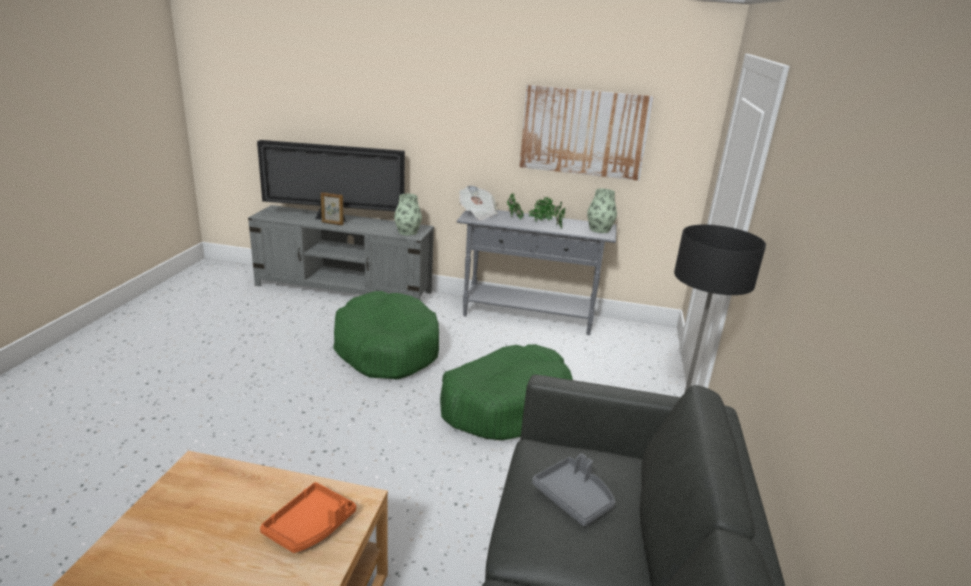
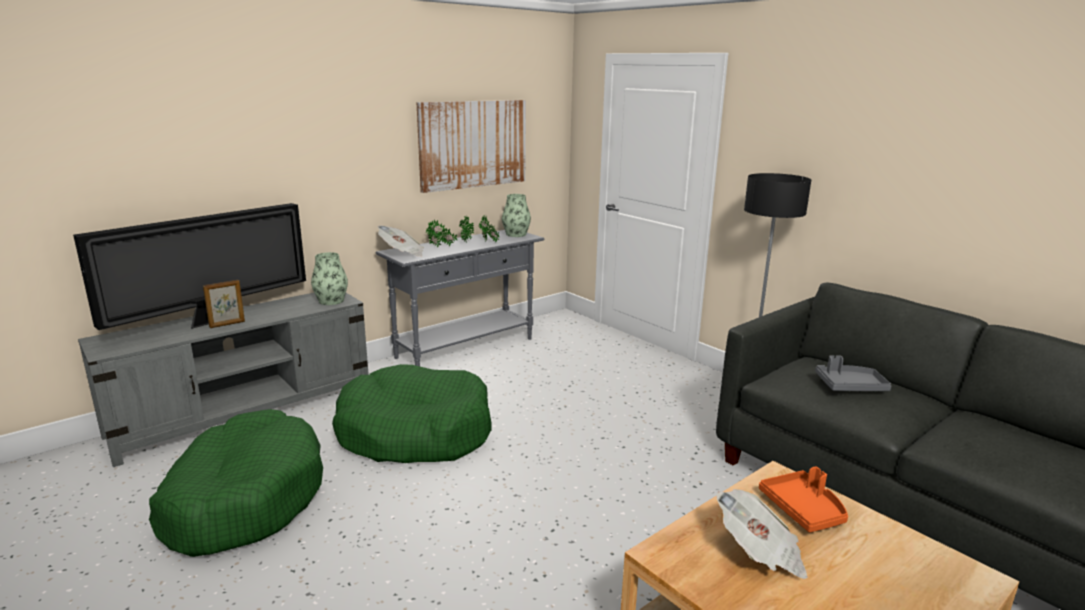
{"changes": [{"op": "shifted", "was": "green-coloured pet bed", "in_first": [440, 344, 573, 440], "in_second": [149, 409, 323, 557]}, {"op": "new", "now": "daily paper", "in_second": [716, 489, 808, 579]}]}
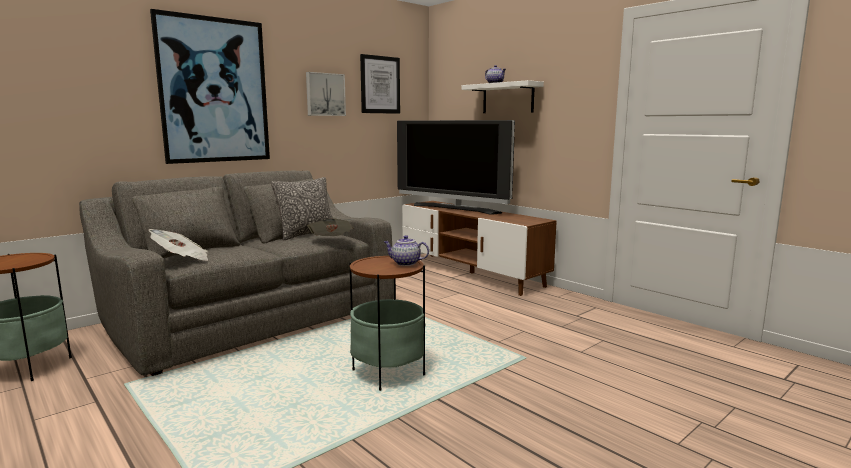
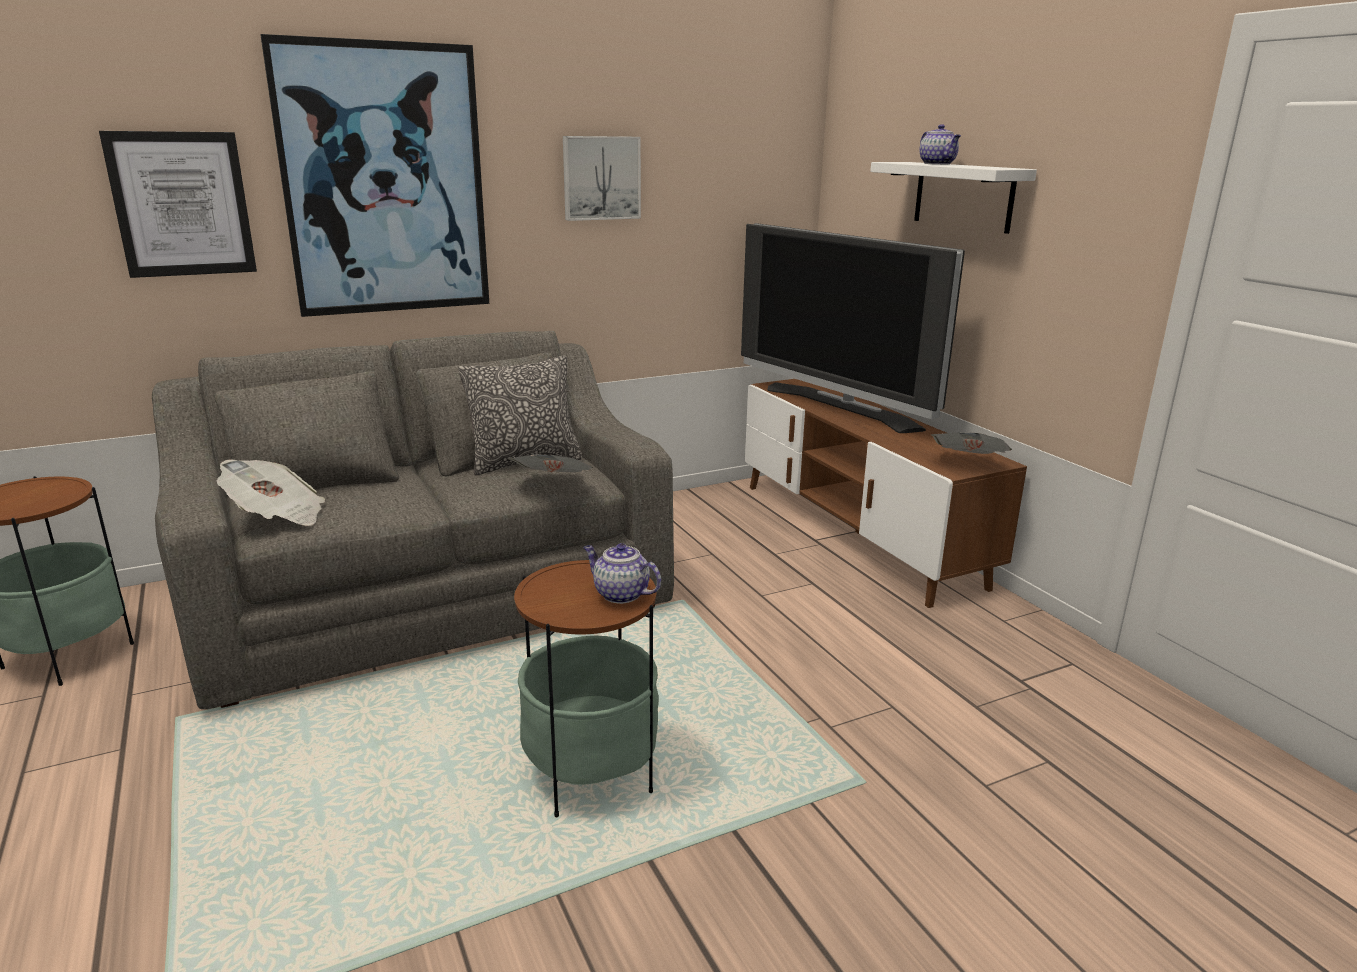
{"changes": [{"op": "shifted", "was": "wall picture", "in_first": [360, 54, 400, 114], "in_second": [99, 131, 257, 278]}, {"op": "new", "now": "daily paper", "in_second": [931, 432, 1012, 454]}]}
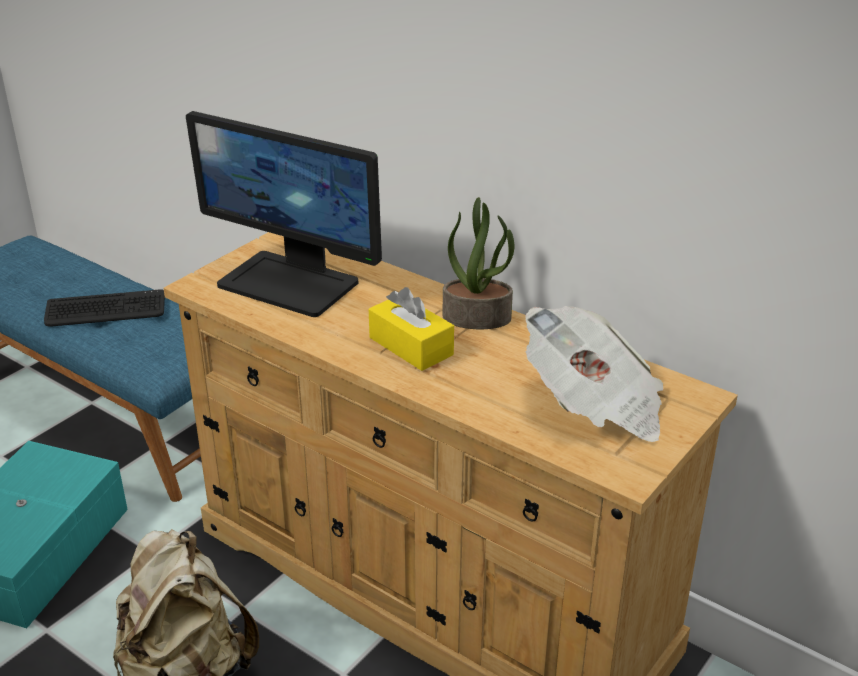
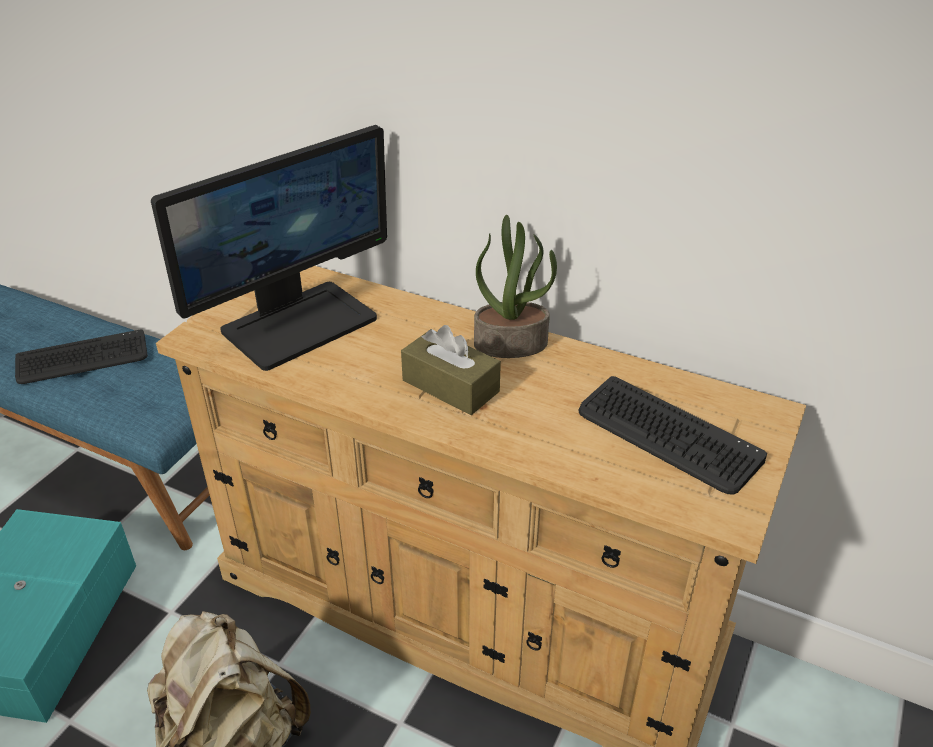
{"changes": [{"op": "rotated", "was": "monitor", "in_first": [186, 111, 382, 317], "in_second": [151, 125, 387, 371], "clockwise": -60}, {"op": "repainted", "was": "yellow box of tissues", "now": "brown-coloured box of tissues", "in_first": [369, 287, 454, 371], "in_second": [401, 325, 501, 415]}, {"op": "swapped", "was": "daily paper", "now": "keyboard", "in_first": [525, 306, 663, 442], "in_second": [578, 376, 767, 495]}]}
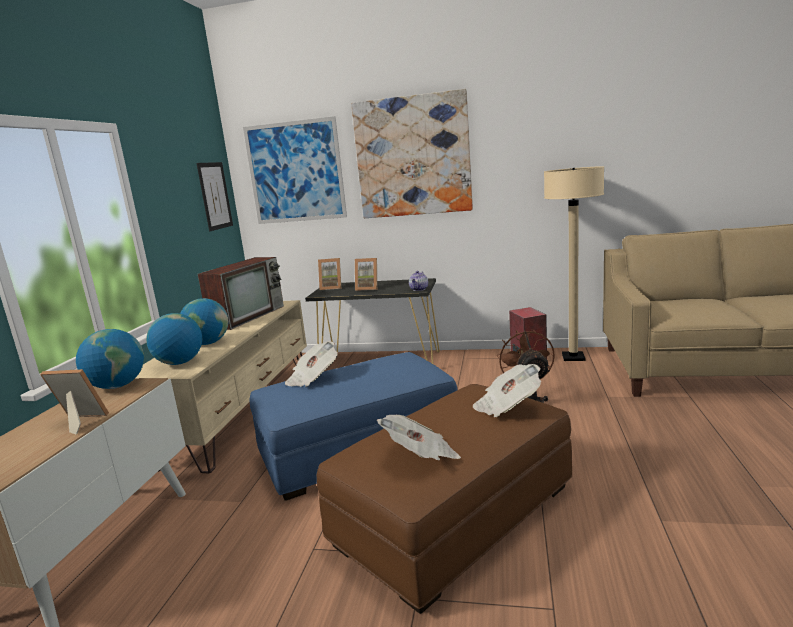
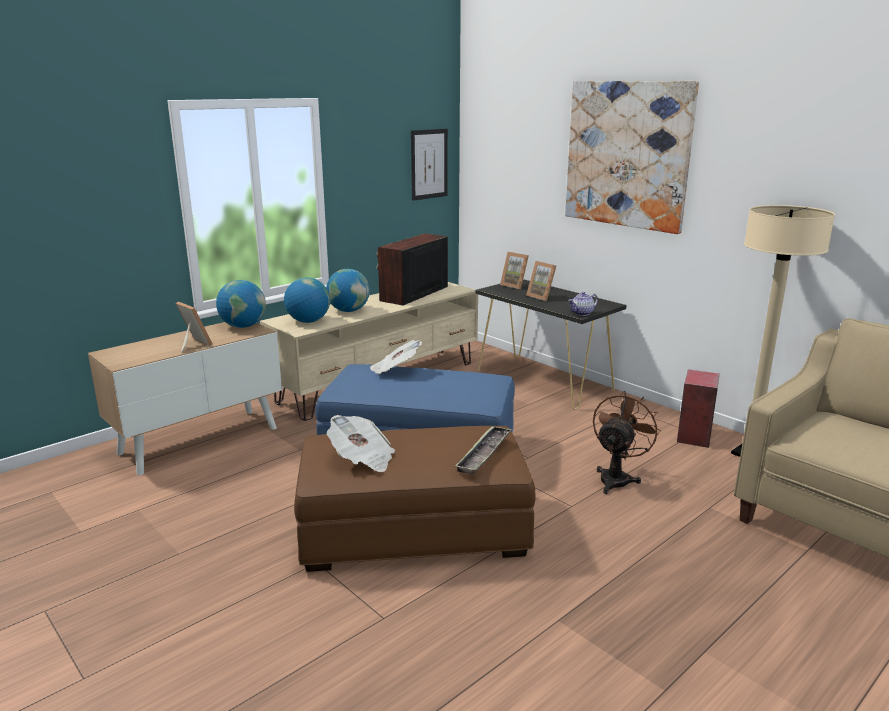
{"changes": [{"op": "rotated", "was": "TV set", "in_first": [198, 257, 284, 330], "in_second": [375, 233, 448, 306], "clockwise": 150}, {"op": "swapped", "was": "daily paper", "now": "carrying tray", "in_first": [473, 364, 541, 417], "in_second": [455, 426, 512, 475]}, {"op": "gone", "was": "wall picture", "in_first": [243, 116, 347, 224]}]}
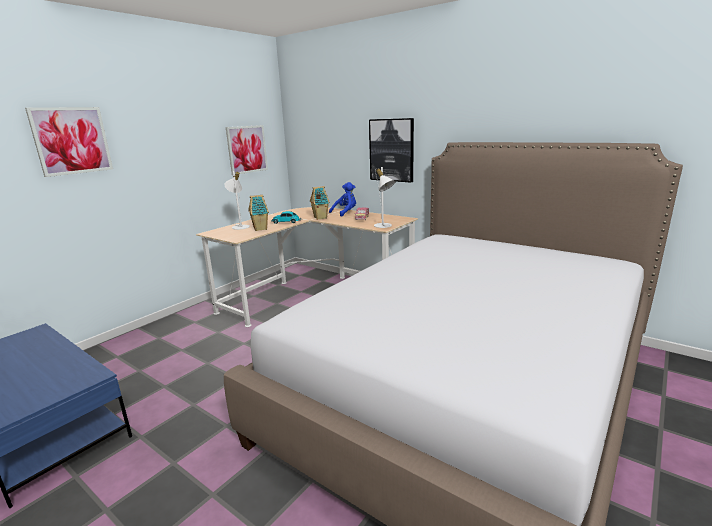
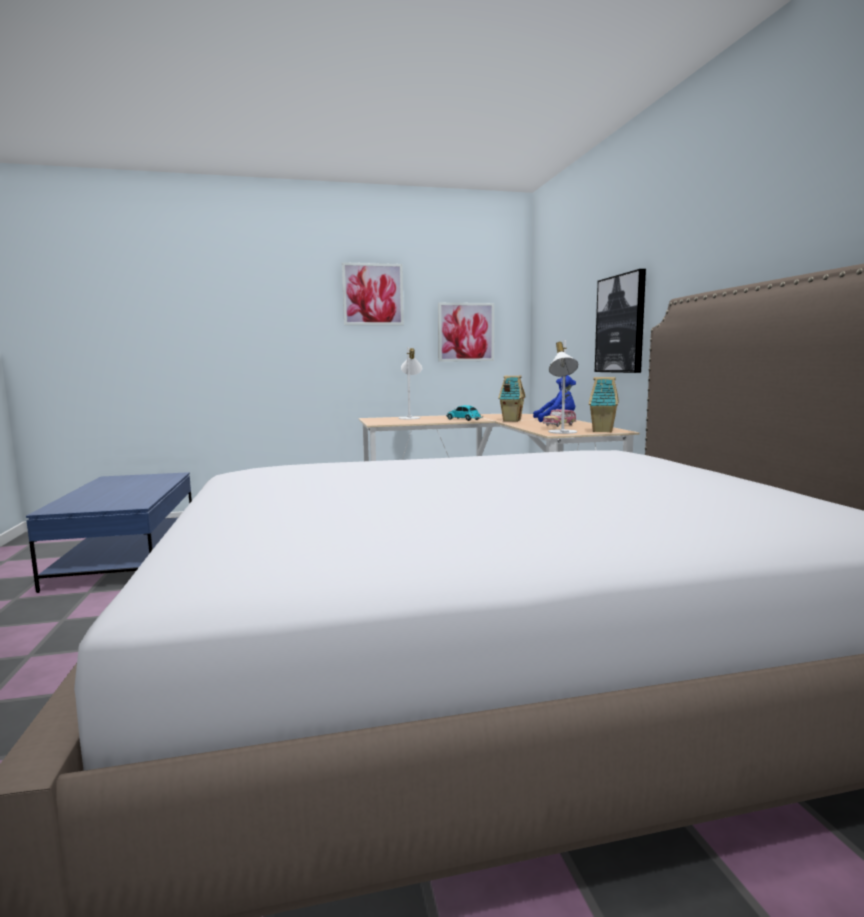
{"changes": [{"op": "shifted", "was": "wall picture", "in_first": [25, 107, 113, 177], "in_second": [342, 262, 404, 325]}, {"op": "shifted", "was": "toy house", "in_first": [248, 195, 269, 231], "in_second": [589, 377, 619, 432]}]}
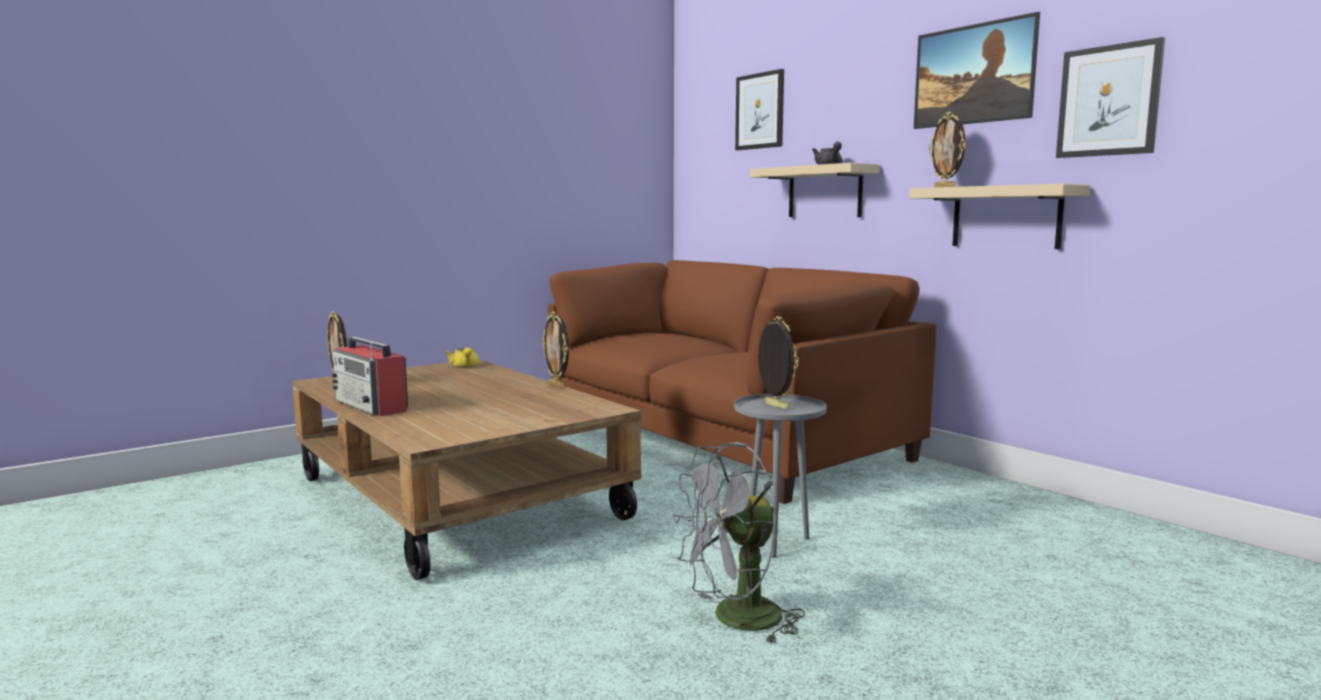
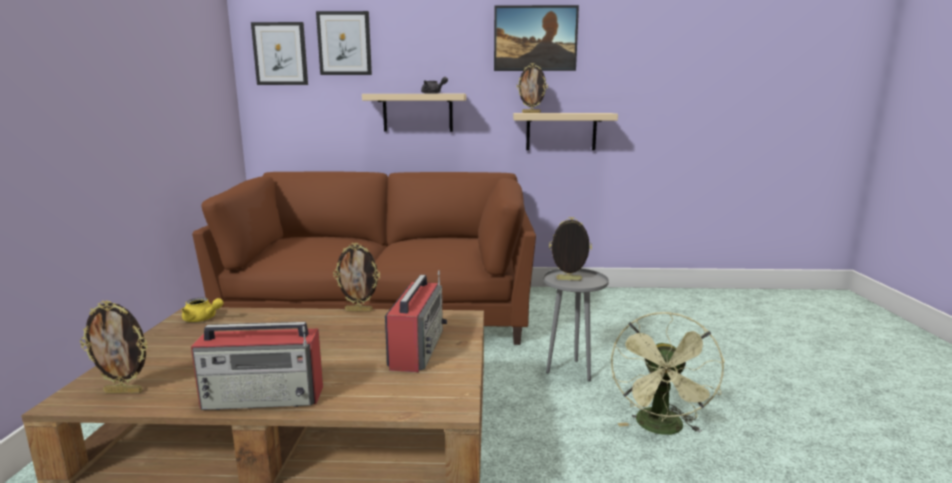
{"changes": [{"op": "shifted", "was": "wall picture", "in_first": [1056, 37, 1165, 158], "in_second": [251, 22, 308, 85]}, {"op": "new", "now": "radio set", "in_second": [385, 270, 447, 373]}, {"op": "repainted", "was": "gray cooling fan", "now": "green-coloured cooling fan", "in_first": [673, 442, 805, 645], "in_second": [611, 312, 725, 435]}]}
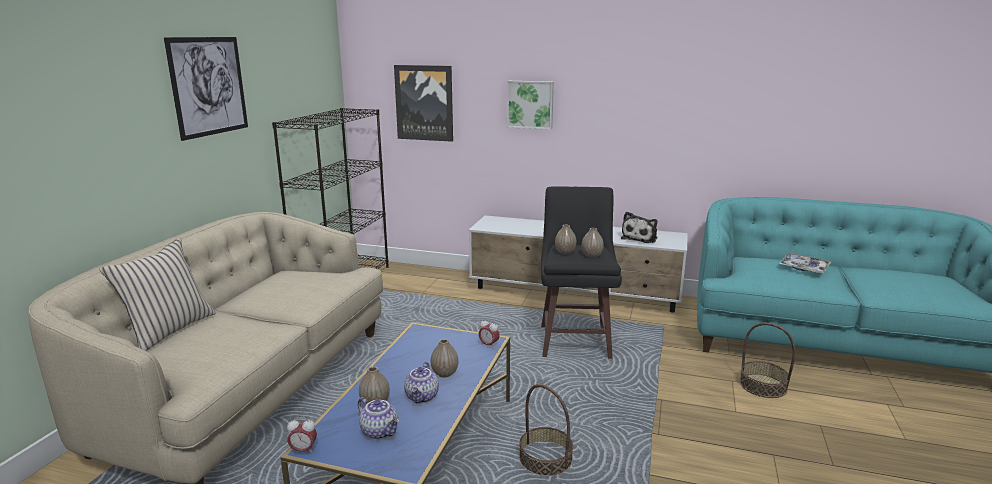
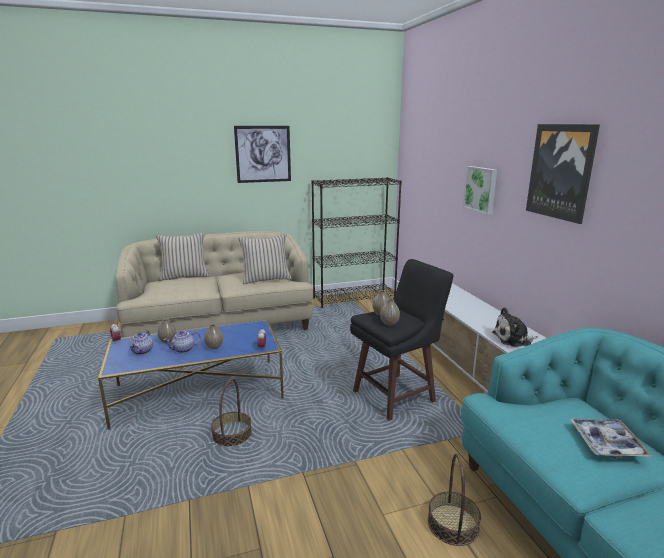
{"changes": [{"op": "new", "now": "beige pillow", "in_second": [238, 234, 292, 284]}, {"op": "shifted", "was": "wall picture", "in_first": [394, 65, 453, 142], "in_second": [526, 124, 600, 224]}]}
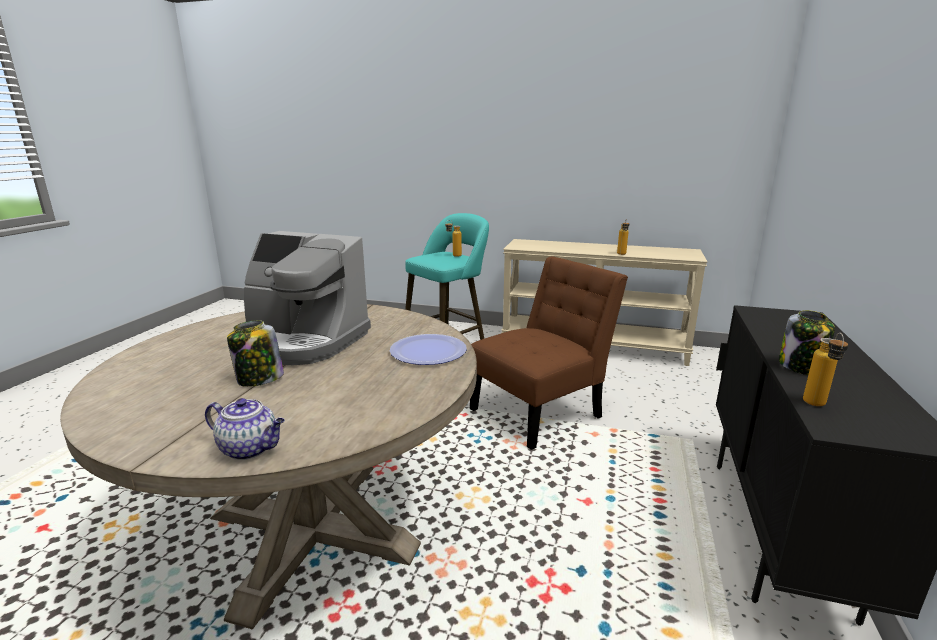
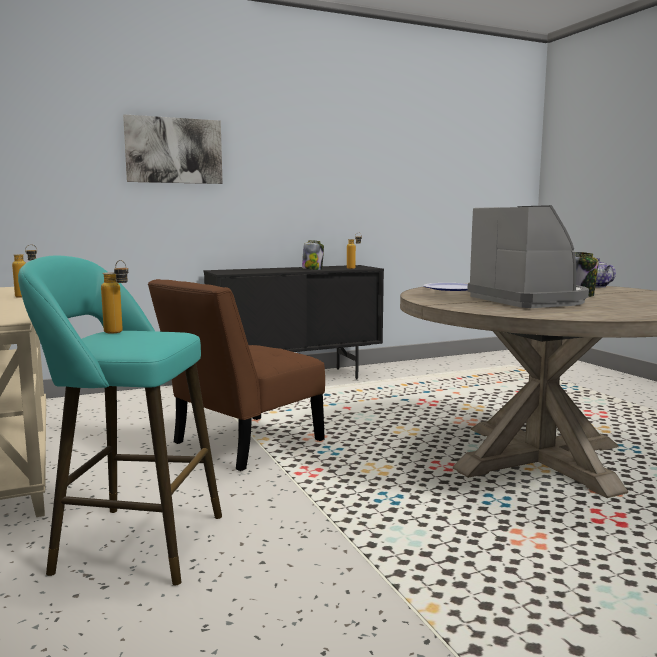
{"changes": [{"op": "new", "now": "wall picture", "in_second": [123, 114, 223, 184]}, {"op": "rotated", "was": "brown-coloured upright chair", "in_first": [470, 257, 628, 450], "in_second": [148, 279, 325, 471], "clockwise": -60}]}
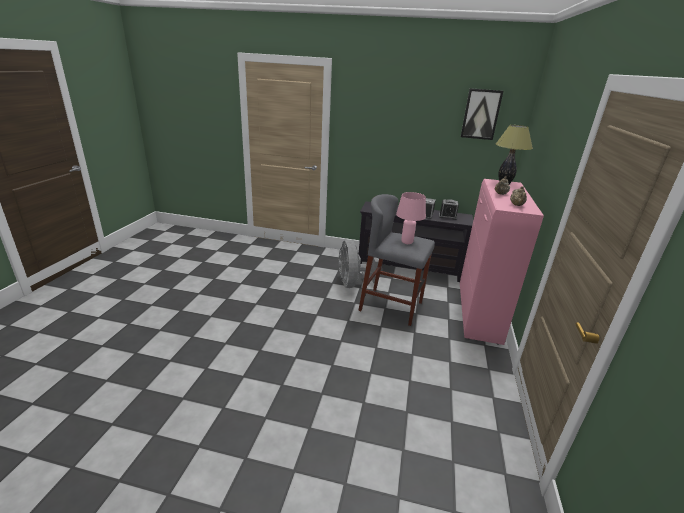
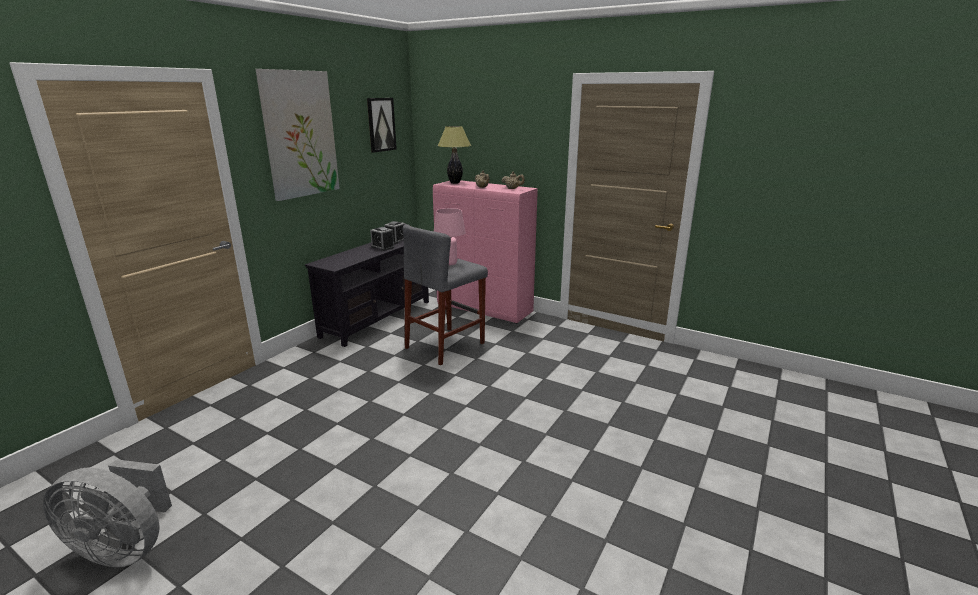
{"changes": [{"op": "shifted", "was": "gray cooling fan", "in_first": [338, 240, 379, 288], "in_second": [43, 459, 172, 567]}, {"op": "new", "now": "wall picture", "in_second": [256, 69, 340, 201]}]}
